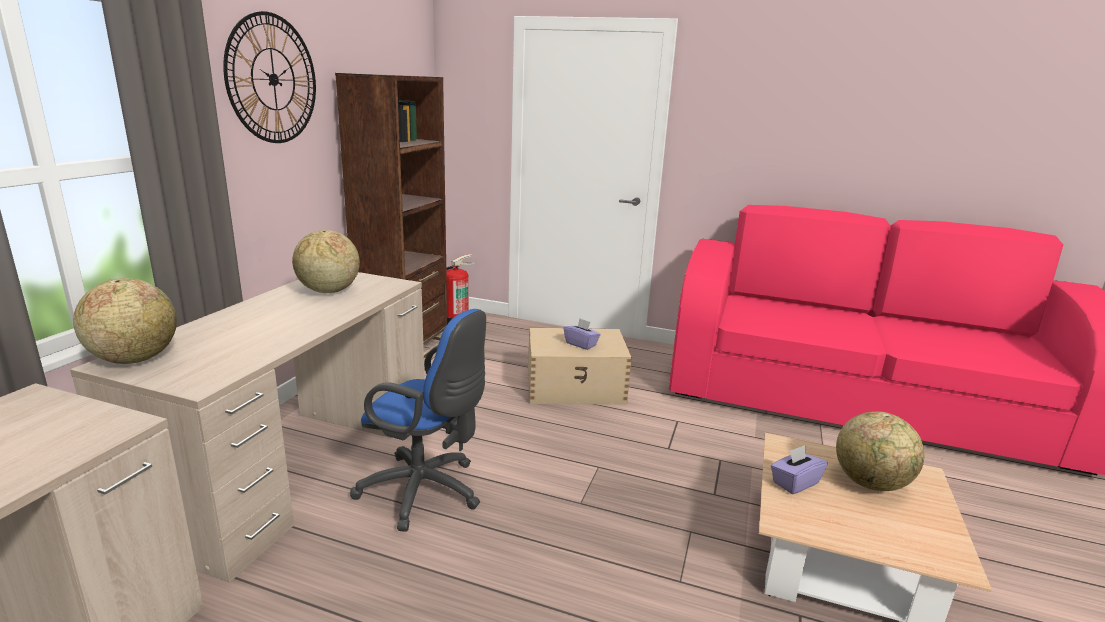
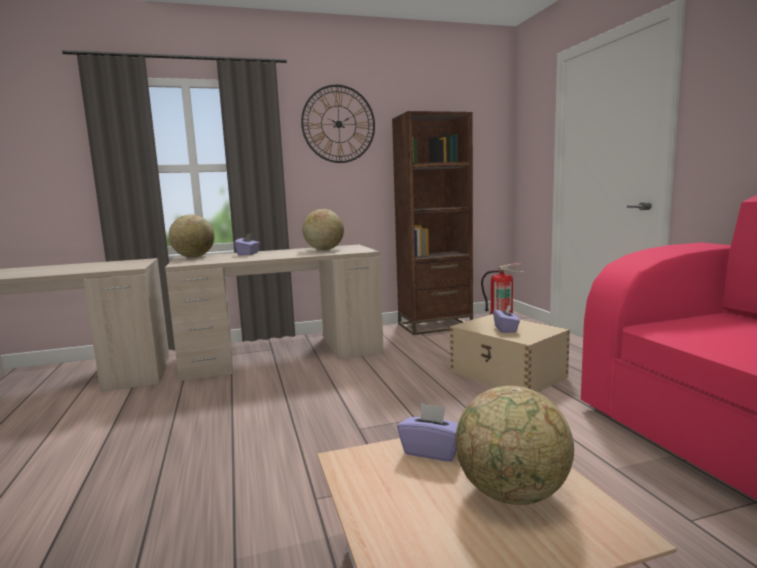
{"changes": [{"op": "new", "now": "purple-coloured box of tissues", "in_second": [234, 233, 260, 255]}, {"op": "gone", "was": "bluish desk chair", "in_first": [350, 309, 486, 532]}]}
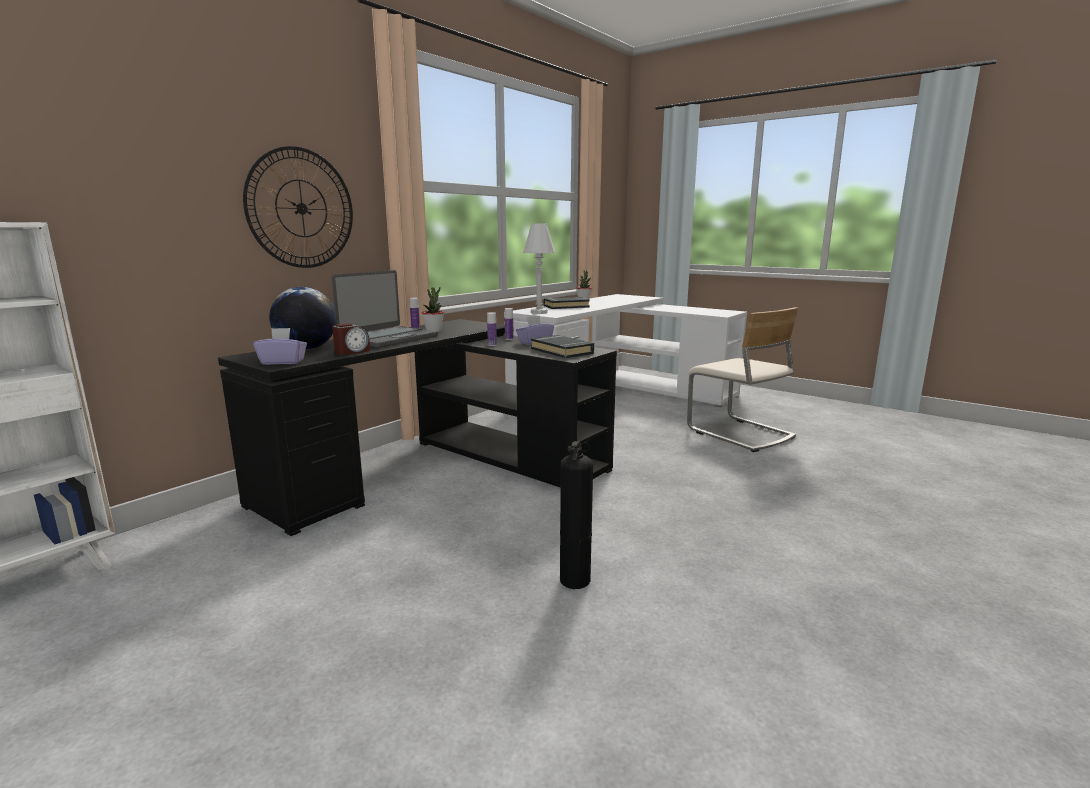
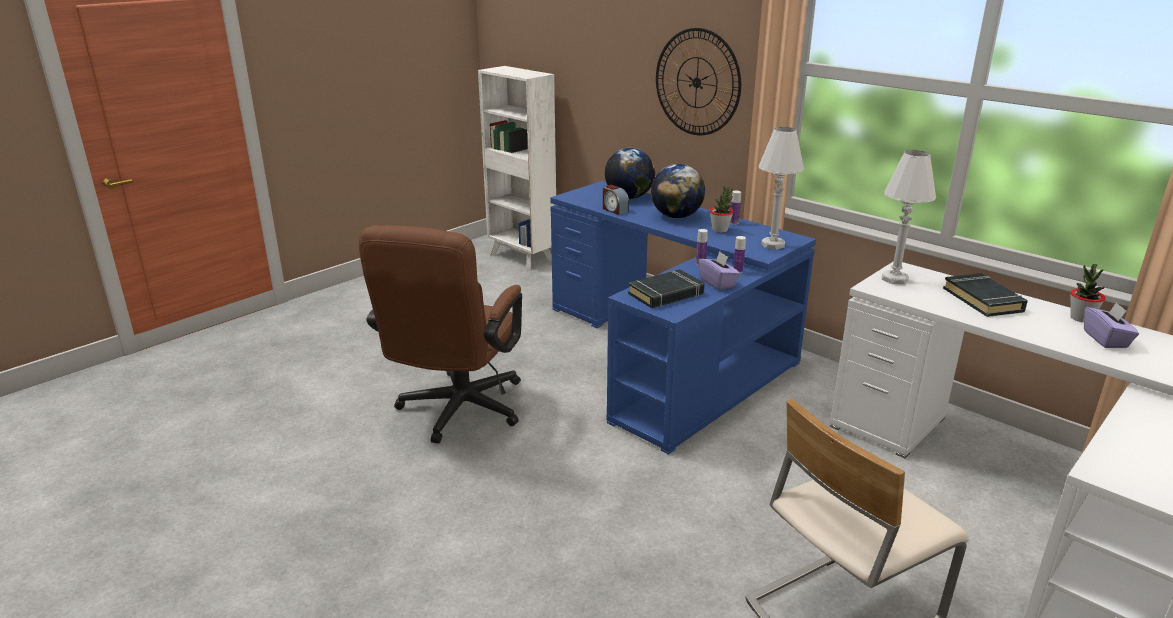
{"changes": [{"op": "swapped", "was": "fire extinguisher", "now": "brown-coloured desk chair", "in_first": [560, 441, 593, 589], "in_second": [359, 225, 522, 444]}, {"op": "repainted", "was": "black-coloured desk table", "now": "bluish desk table", "in_first": [218, 319, 617, 536], "in_second": [550, 181, 816, 455]}, {"op": "swapped", "was": "laptop", "now": "desk globe", "in_first": [332, 270, 438, 348], "in_second": [651, 164, 705, 218]}, {"op": "new", "now": "white-coloured tabletop lamp", "in_second": [759, 127, 804, 250]}, {"op": "shifted", "was": "purple-coloured box of tissues", "in_first": [253, 328, 307, 365], "in_second": [1084, 302, 1139, 348]}]}
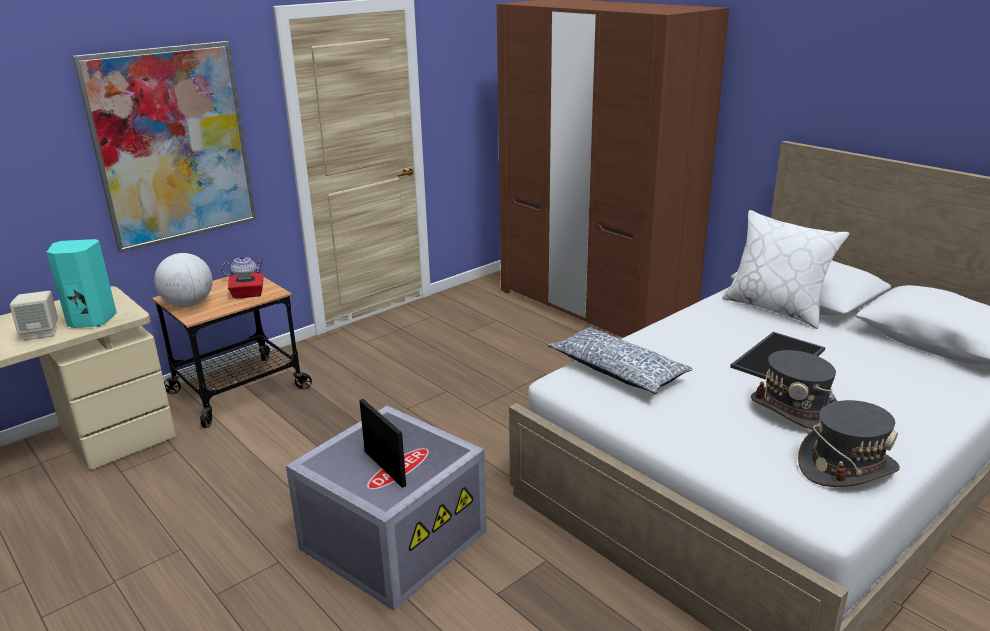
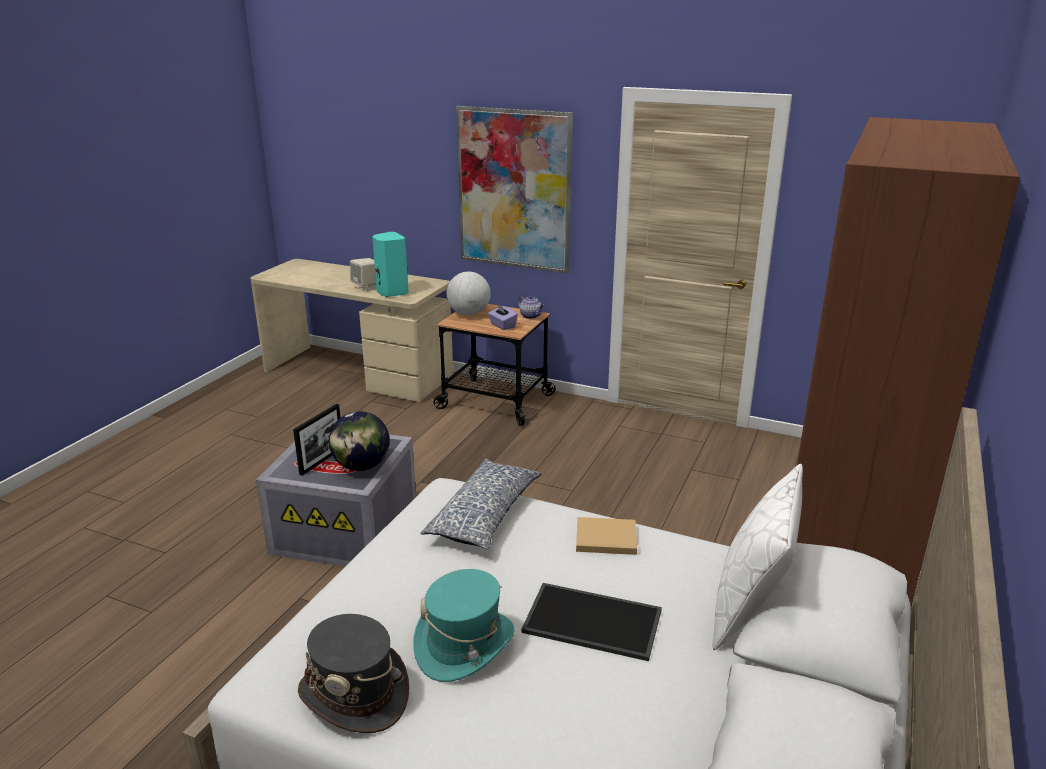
{"changes": [{"op": "new", "now": "desk globe", "in_second": [329, 411, 390, 471]}, {"op": "repainted", "was": "gray clothing hat", "now": "turquoise-coloured clothing hat", "in_first": [751, 350, 837, 430], "in_second": [413, 569, 514, 682]}, {"op": "repainted", "was": "red-coloured box of tissues", "now": "purple-coloured box of tissues", "in_first": [228, 272, 264, 299], "in_second": [488, 304, 518, 330]}, {"op": "new", "now": "beige volume", "in_second": [576, 517, 637, 555]}]}
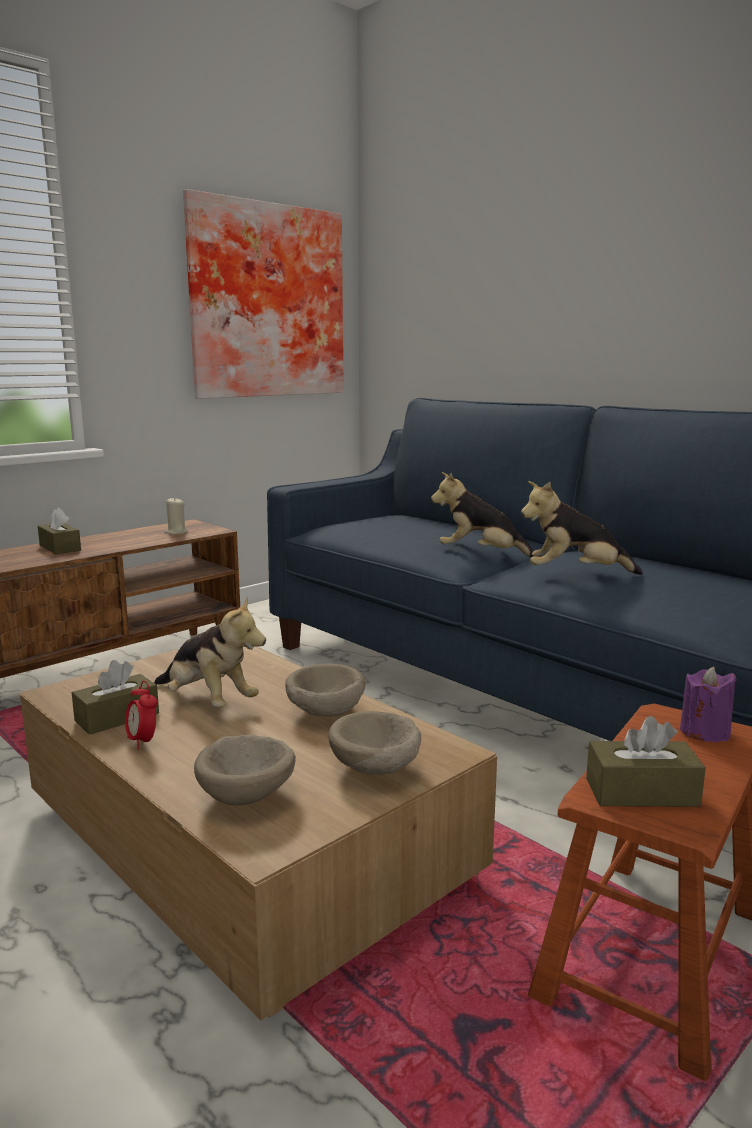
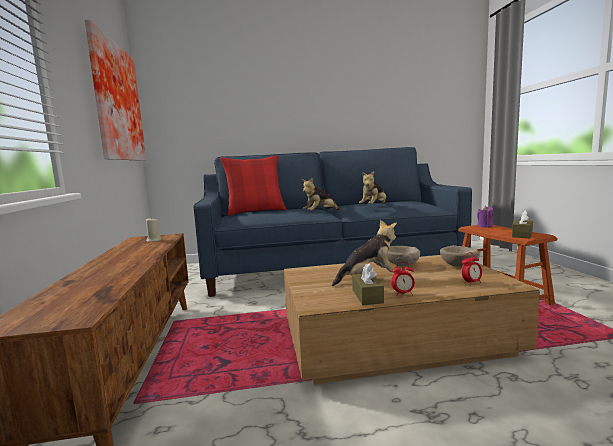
{"changes": [{"op": "new", "now": "red-coloured pillow", "in_second": [220, 155, 286, 216]}, {"op": "swapped", "was": "beige serving bowl", "now": "bedside clock", "in_first": [194, 735, 296, 805], "in_second": [461, 253, 482, 286]}, {"op": "gone", "was": "brown-coloured box of tissues", "in_first": [38, 508, 81, 554]}]}
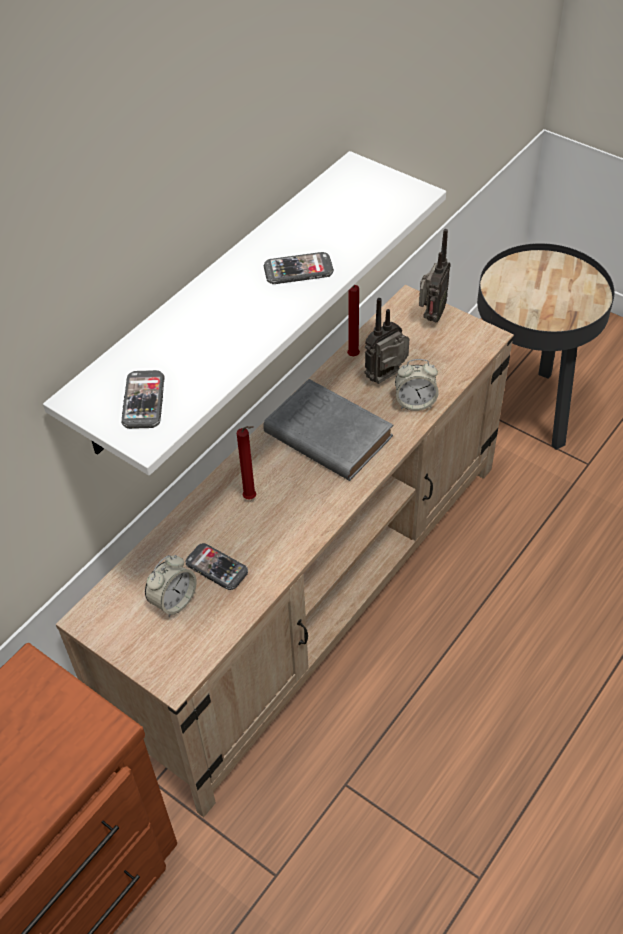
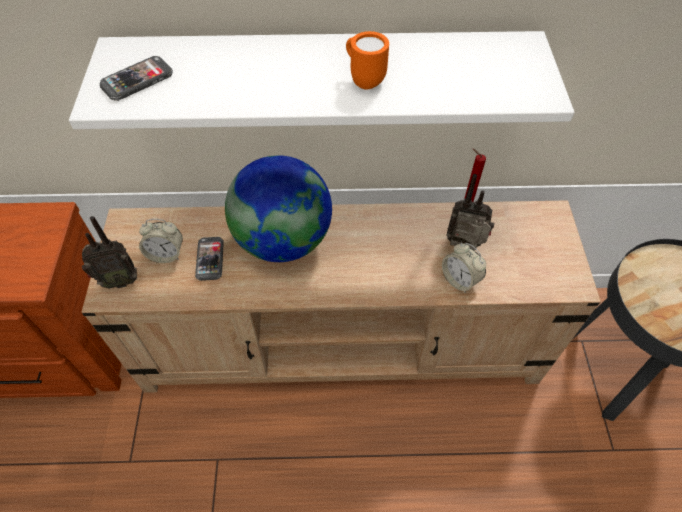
{"changes": [{"op": "shifted", "was": "radio set", "in_first": [419, 229, 451, 322], "in_second": [82, 216, 137, 289]}, {"op": "swapped", "was": "red-coloured candle", "now": "desk globe", "in_first": [237, 426, 256, 500], "in_second": [225, 155, 332, 262]}, {"op": "swapped", "was": "handset", "now": "orangey tea mug", "in_first": [264, 252, 334, 284], "in_second": [346, 31, 389, 90]}, {"op": "gone", "was": "gray volume", "in_first": [263, 379, 393, 481]}]}
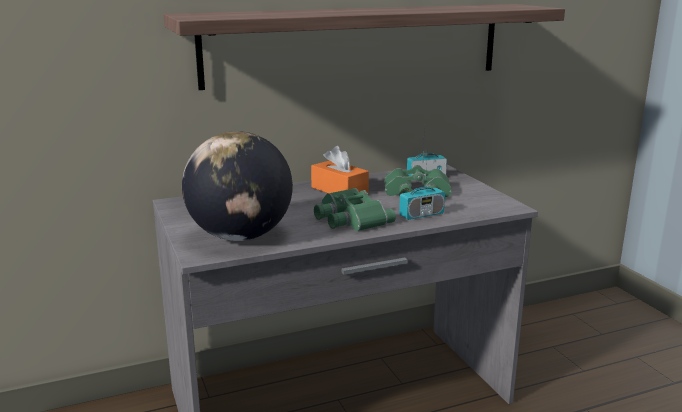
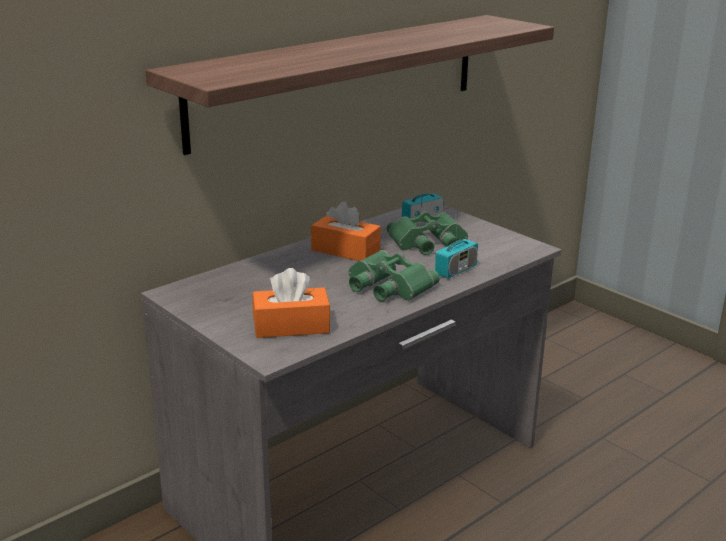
{"changes": [{"op": "swapped", "was": "desk globe", "now": "orangey box of tissues", "in_first": [182, 131, 293, 241], "in_second": [252, 268, 331, 338]}]}
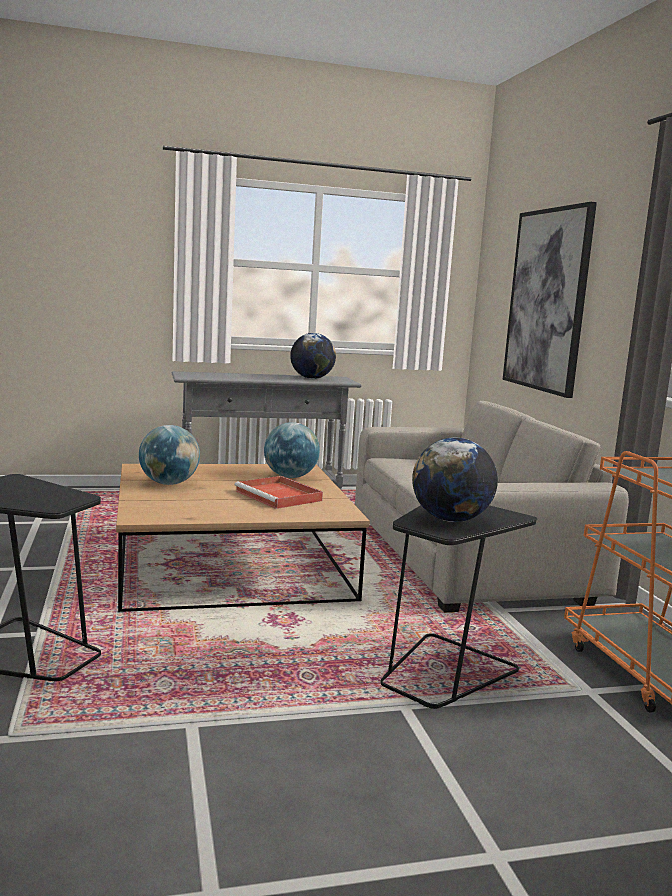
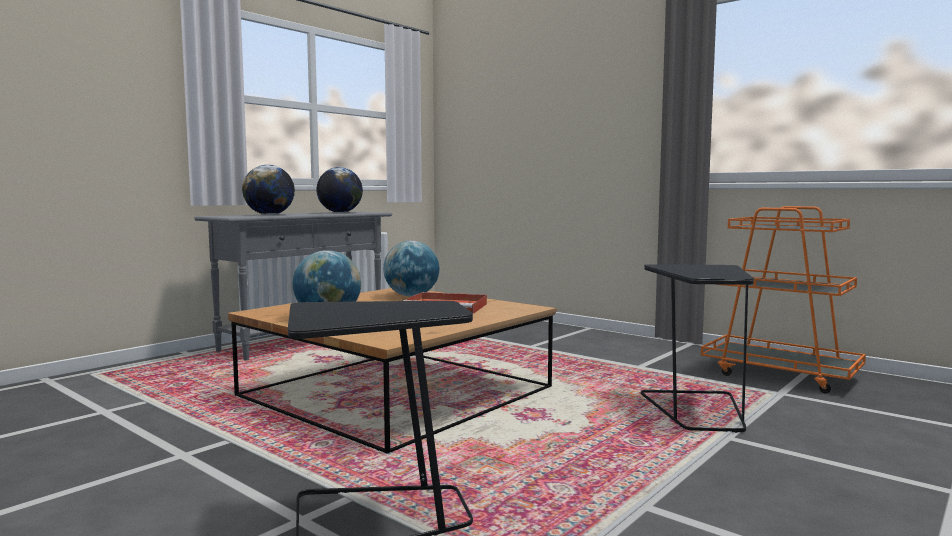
{"changes": [{"op": "shifted", "was": "desk globe", "in_first": [412, 438, 498, 522], "in_second": [242, 165, 295, 215]}, {"op": "gone", "was": "beige settee", "in_first": [355, 401, 629, 613]}, {"op": "gone", "was": "wall picture", "in_first": [502, 202, 597, 398]}]}
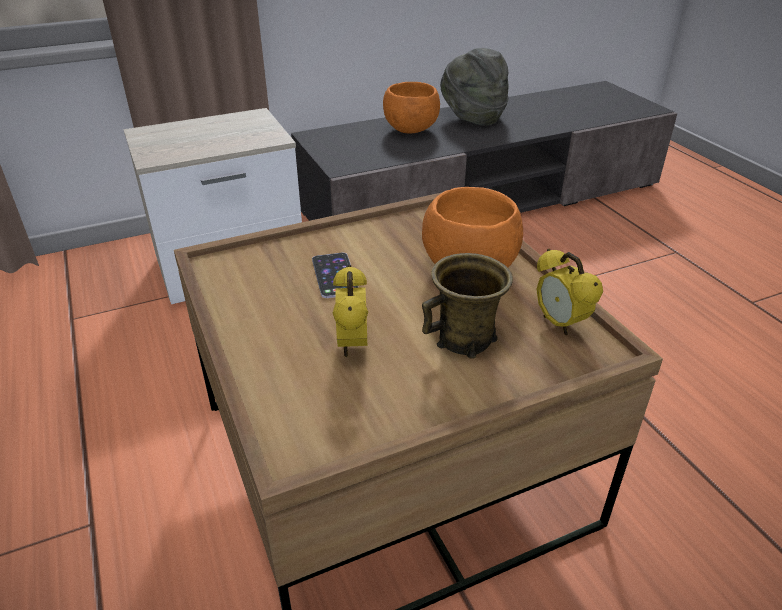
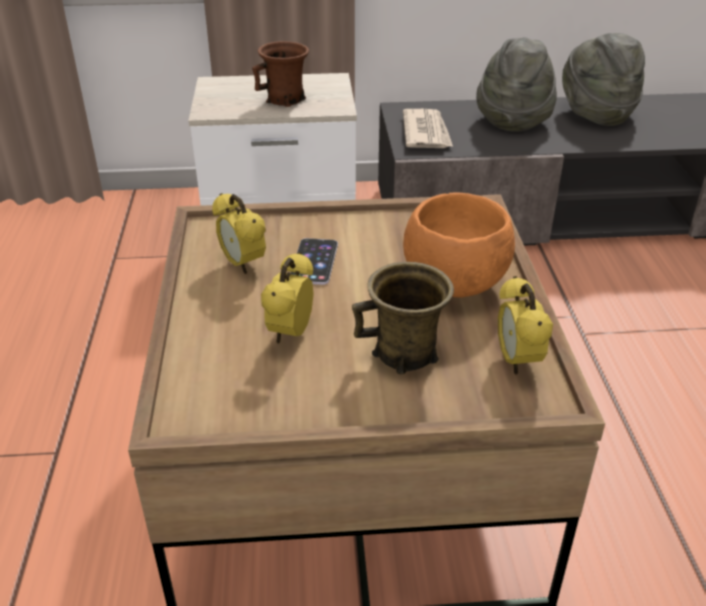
{"changes": [{"op": "new", "now": "bedside clock", "in_second": [212, 193, 266, 274]}, {"op": "new", "now": "brown-coloured tea mug", "in_second": [252, 41, 309, 107]}, {"op": "new", "now": "daily paper", "in_second": [403, 109, 453, 148]}, {"op": "swapped", "was": "orangey serving bowl", "now": "gray clothing hat", "in_first": [383, 82, 440, 134], "in_second": [476, 37, 557, 132]}]}
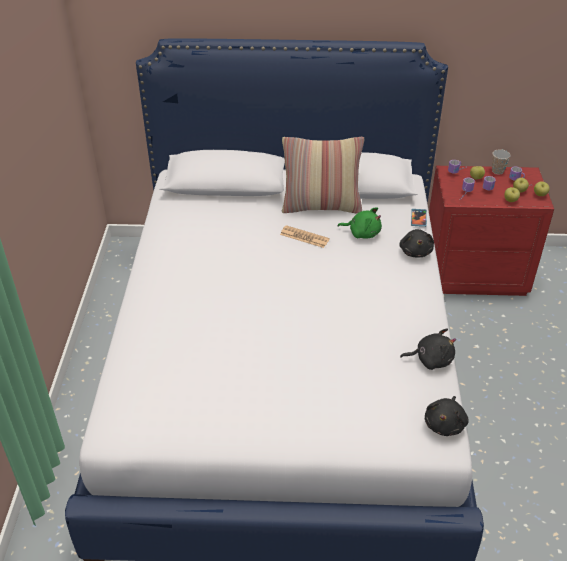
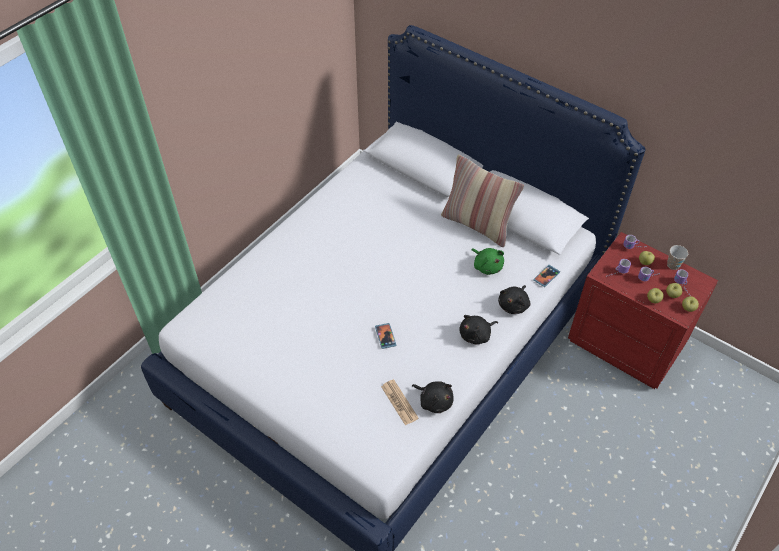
{"changes": [{"op": "new", "now": "handset", "in_second": [375, 323, 396, 349]}, {"op": "shifted", "was": "daily paper", "in_first": [280, 225, 330, 248], "in_second": [381, 379, 419, 425]}, {"op": "shifted", "was": "black-coloured plush toy", "in_first": [425, 396, 469, 436], "in_second": [459, 315, 499, 344]}]}
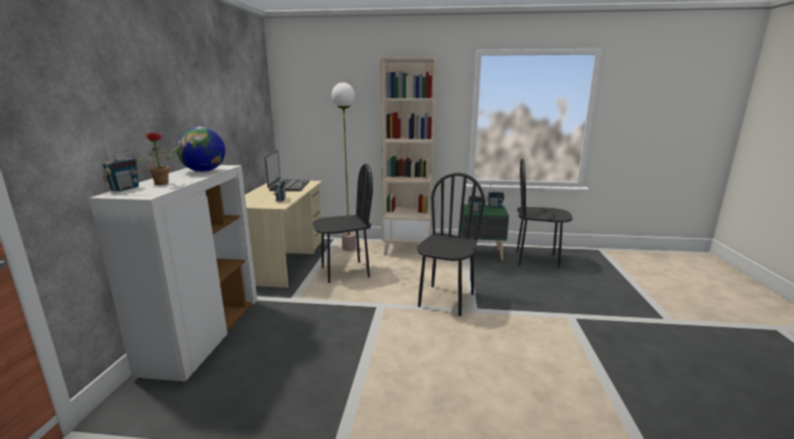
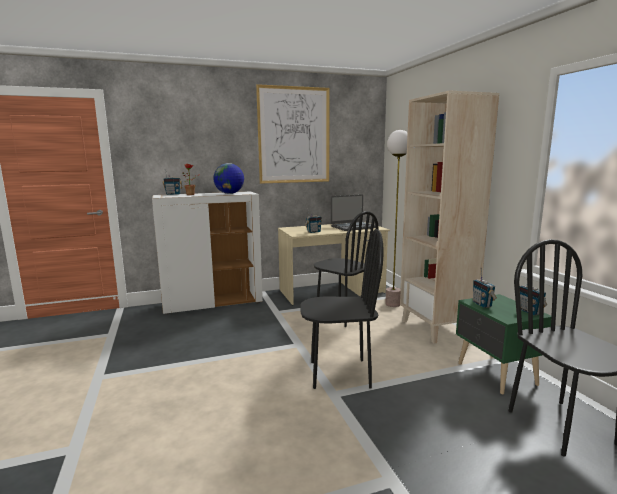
{"changes": [{"op": "new", "now": "wall picture", "in_second": [256, 84, 330, 184]}]}
